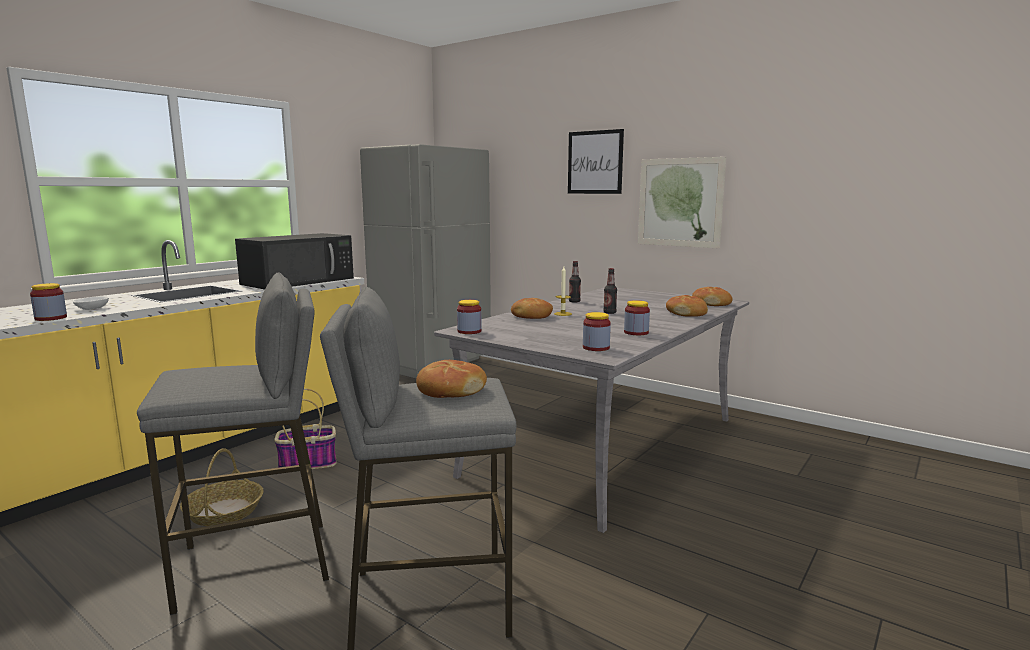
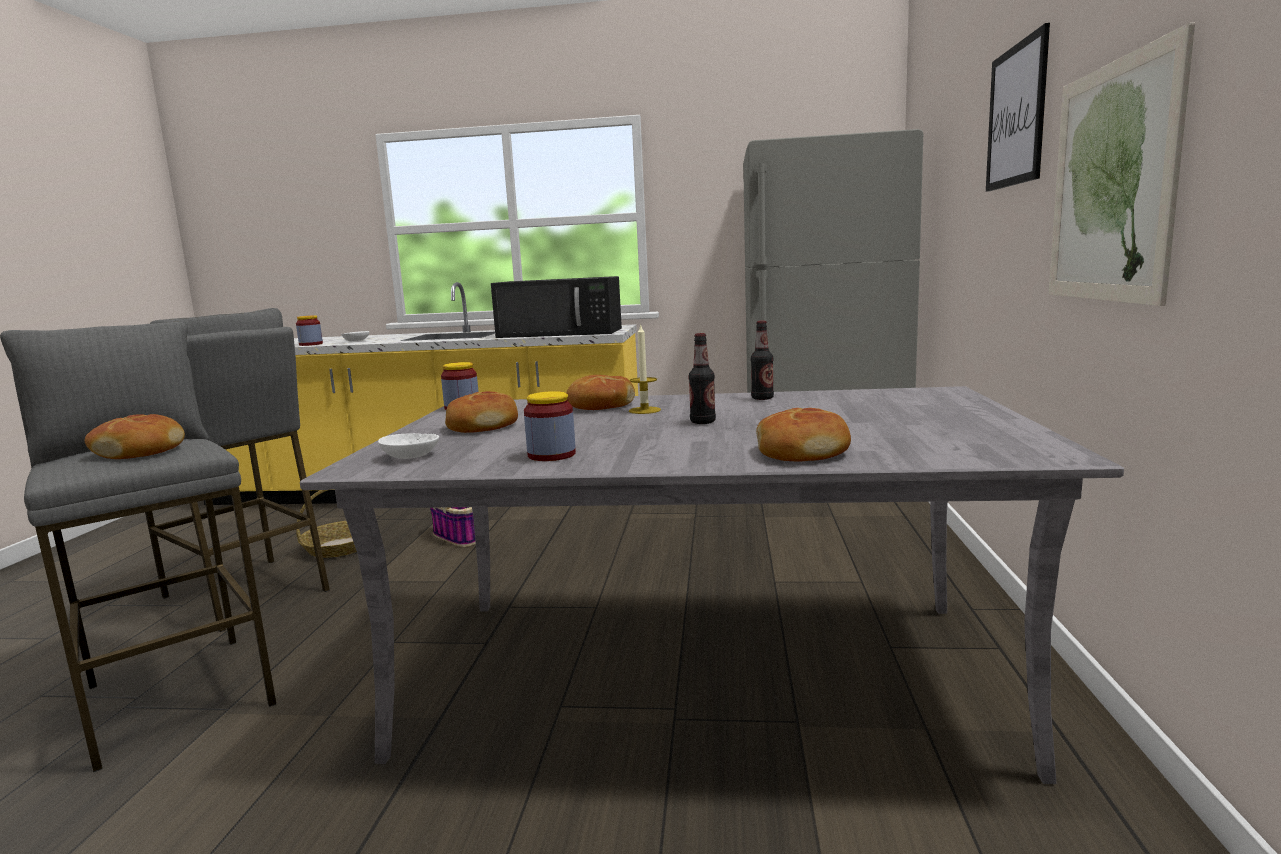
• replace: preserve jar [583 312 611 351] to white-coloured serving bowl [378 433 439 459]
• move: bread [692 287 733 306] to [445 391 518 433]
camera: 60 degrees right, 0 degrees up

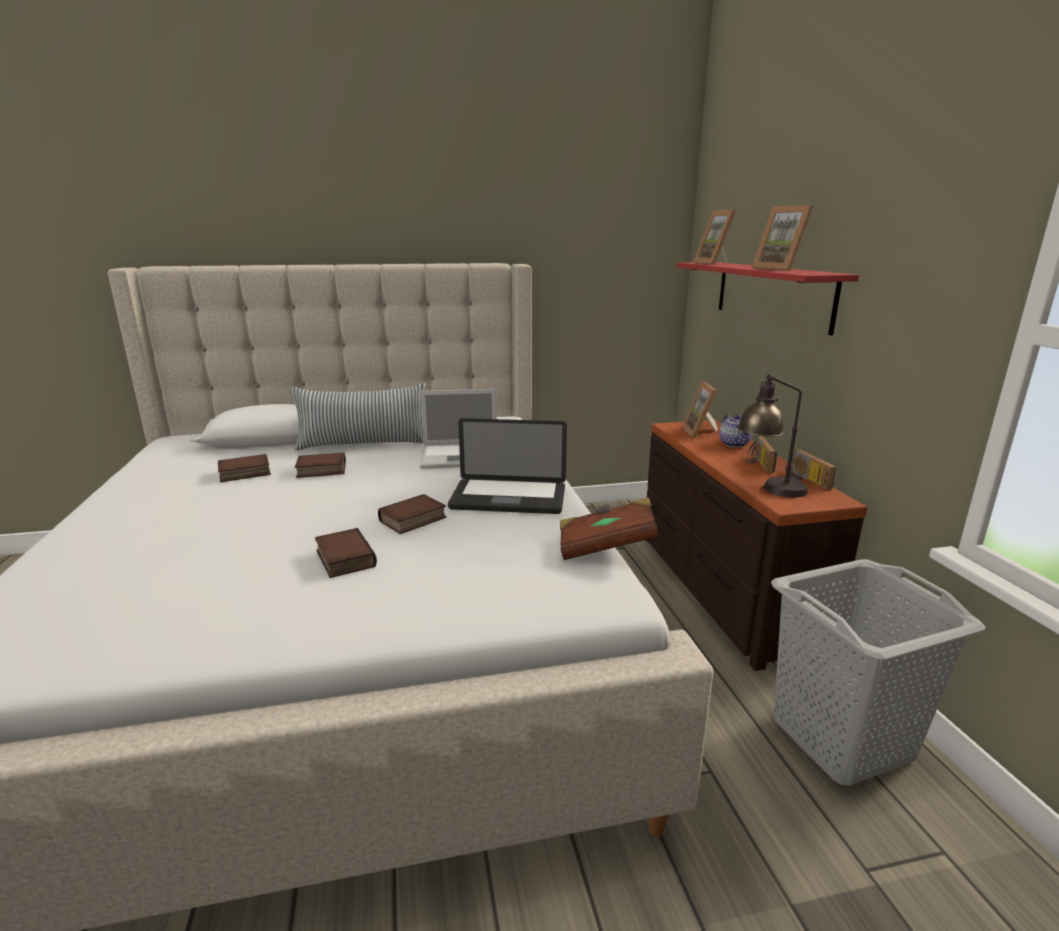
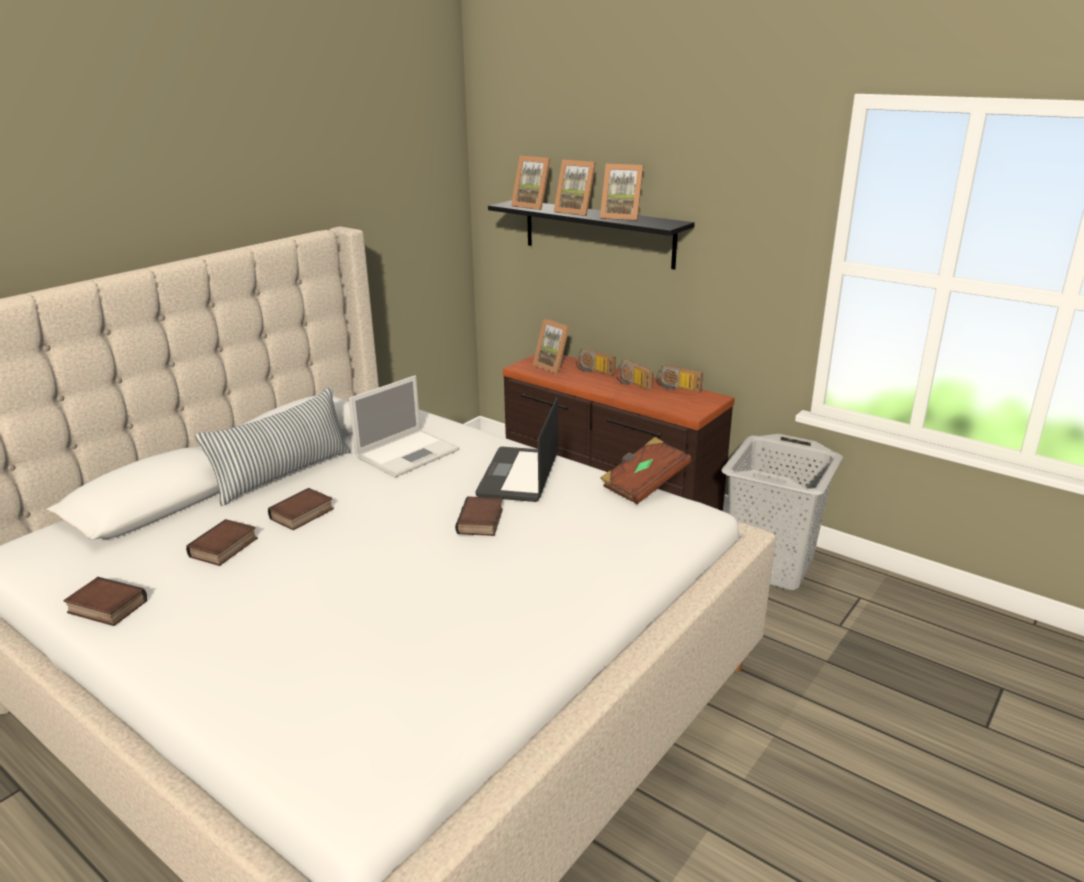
• move: book [315 528 377 578] to [63 577 147 626]
• rotate: portable computer [448 418 567 514] = [476 397 558 502] 135 degrees clockwise
• recolor: red-coloured wall shelf [676 262 859 335] to black wall shelf [488 200 695 270]
• replace: tea pot [719 415 752 447] to radio [576 348 616 375]
• delete: tabletop lamp [738 374 808 498]
• insert: picture frame [554 160 596 216]
camera: 40 degrees left, 5 degrees up

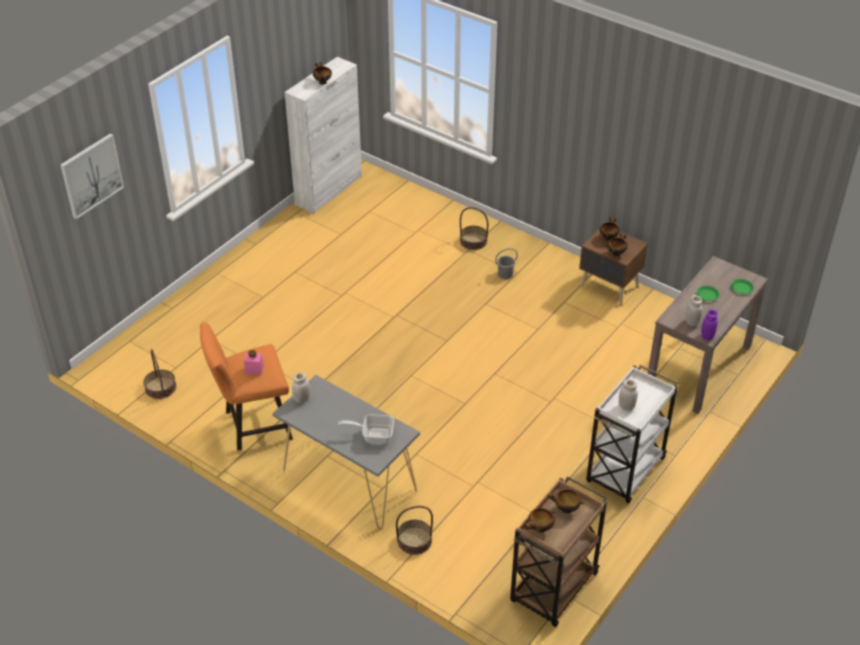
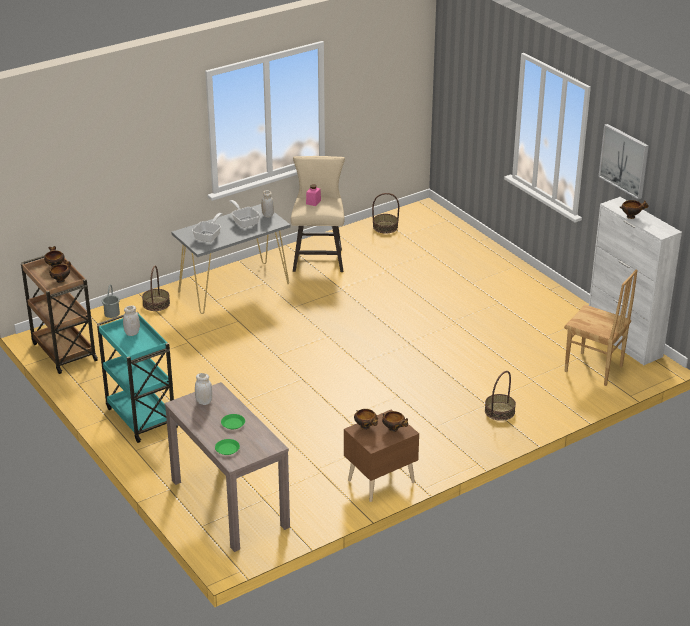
• move: wall picture [60 134 124 219] to [599 124 649 200]
• recolor: orange-coloured sitting stool [200 322 293 451] to beige sitting stool [291 156 345 272]
• move: greyish pail [495 248 518 279] to [102 285 120 318]
• recolor: white-coloured trolley [586 365 678 503] to turquoise-coloured trolley [97 312 178 443]
• delete: purple-coloured preserve jar [701 309 718 340]
• insert: skillet [229 200 260 228]
• insert: brownish chair [564 270 638 386]
camera: 110 degrees right, 10 degrees down

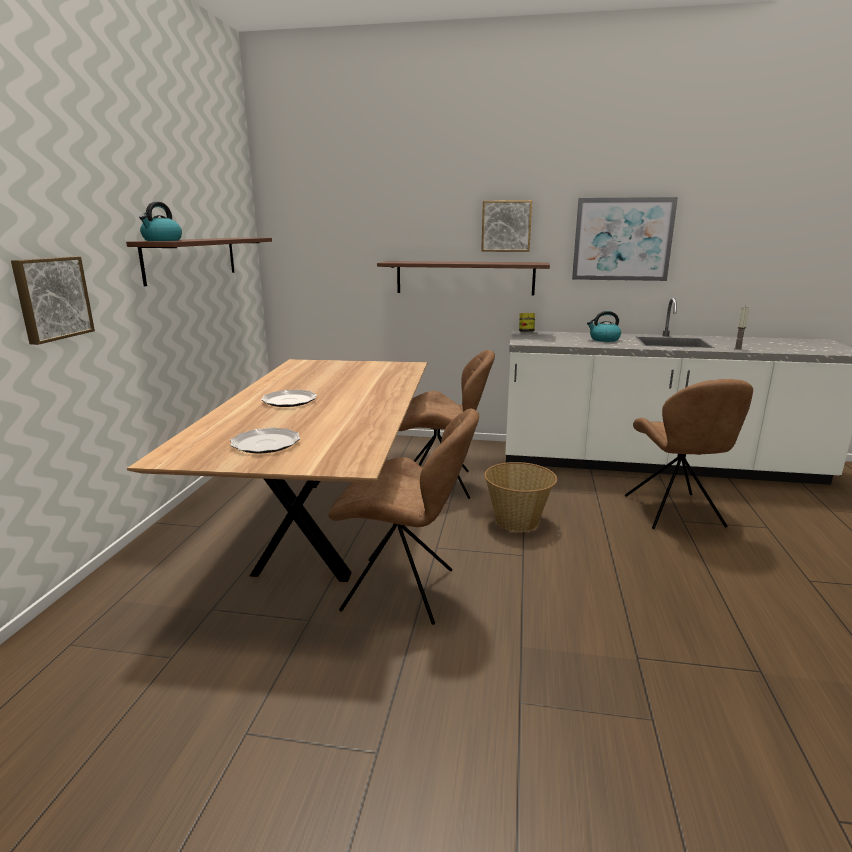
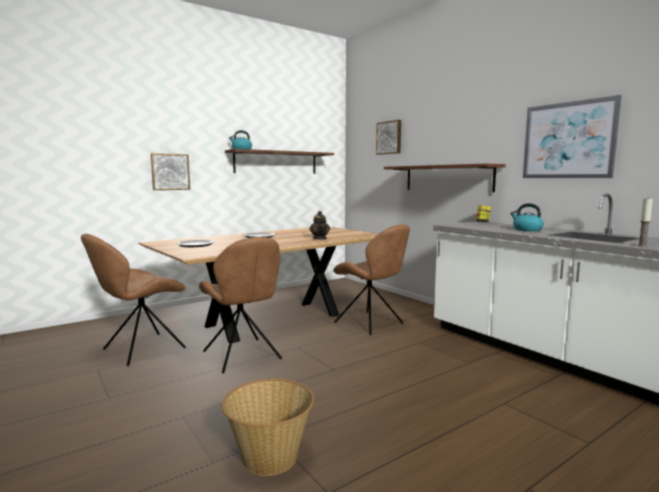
• move: wall picture [481 200 532 252] to [376 120 401 155]
• move: household basket [484 462 557 532] to [222 379 314 476]
• move: brownish chair [625 379 753 529] to [81 234 186 366]
• insert: tea pot [310 211 330 239]
camera: 45 degrees right, 10 degrees down

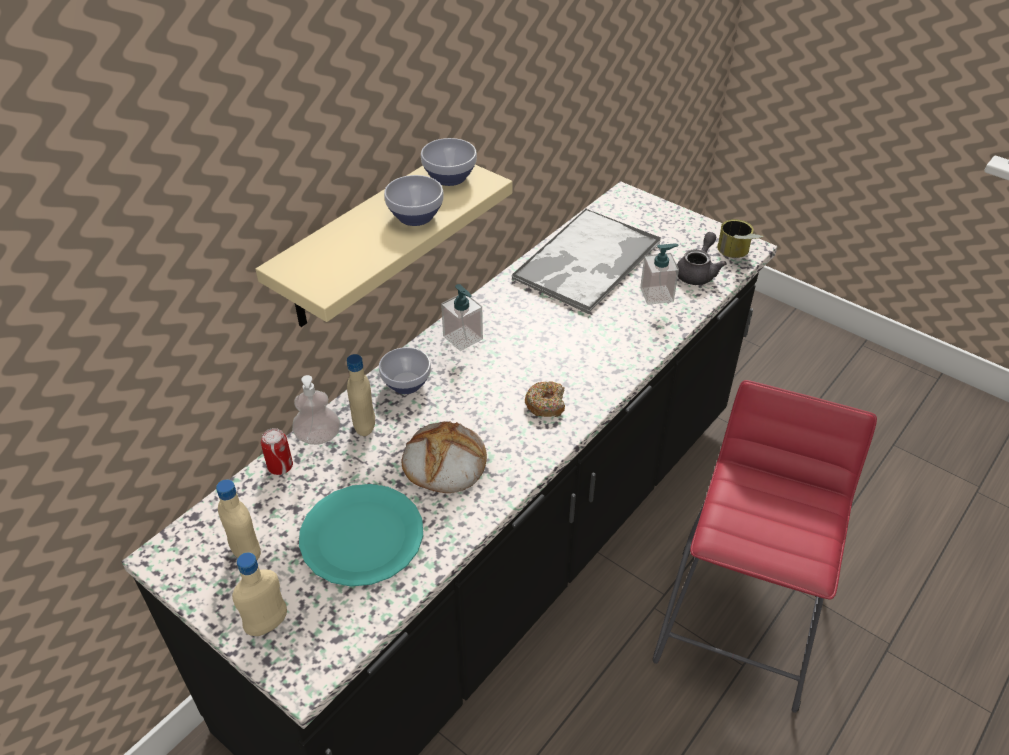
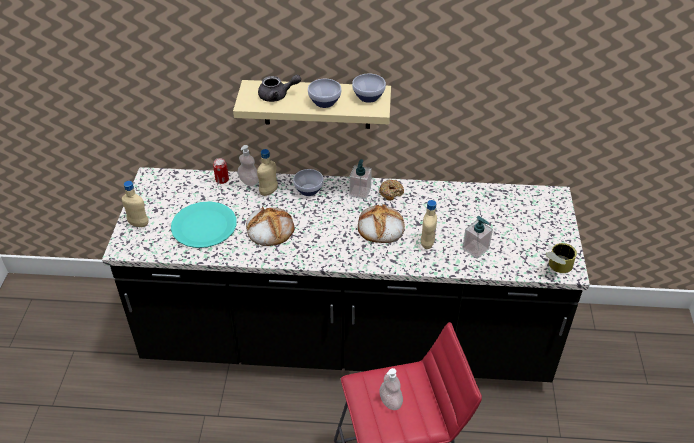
• move: beige beverage bottle [216 479 261 560] to [421 200 437 249]
• delete: carrying tray [511 208 661 314]
• move: ring doughnut [525 381 565 417] to [379 180 404 201]
• move: greyish tea pot [677 232 727 285] to [258 74 301 102]
• insert: bread [358 205 405 243]
• insert: soap dispenser [379 368 403 410]
camera: 55 degrees right, 0 degrees up

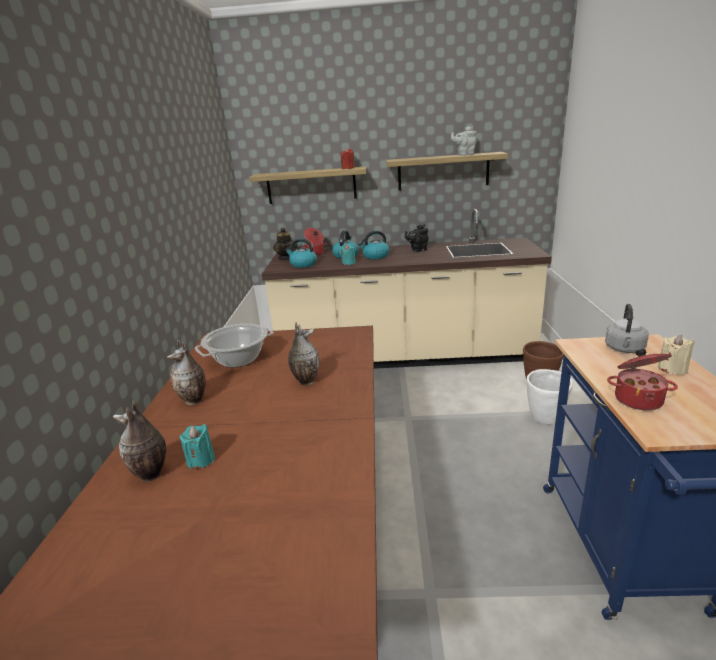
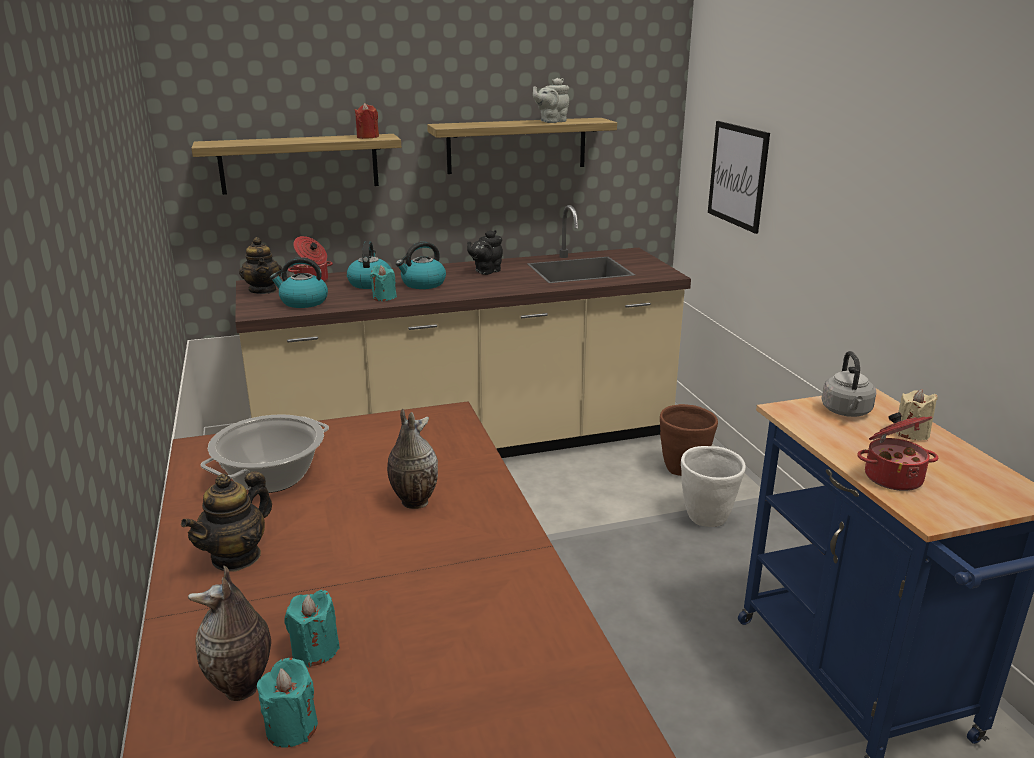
• replace: flower vase [167 340 206 405] to tea pot [181 471 272 572]
• insert: turquoise-coloured candle [257 658 318 748]
• insert: wall picture [708 121 770 234]
camera: 20 degrees left, 0 degrees up

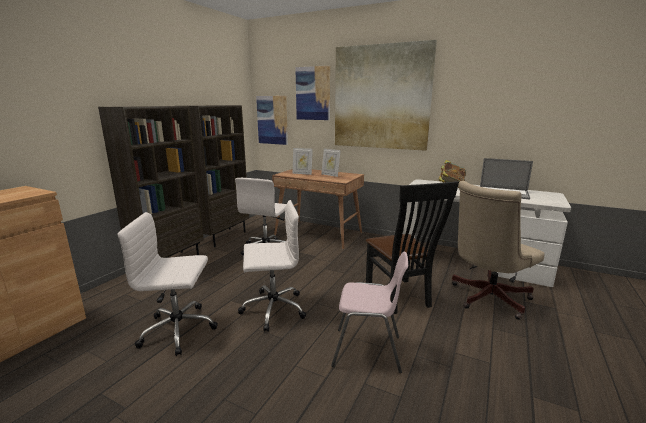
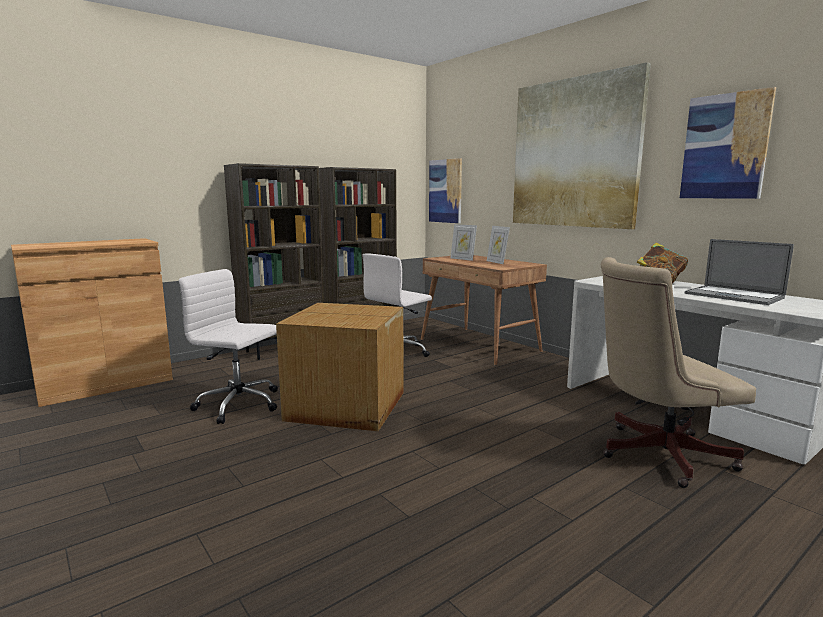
• replace: white-coloured computer chair [238 200 306 332] to packing box [276 303 404 431]
• move: wall picture [295 66 330 120] to [680 87 776 199]
• delete: pinkish chair [331 251 408 373]
• delete: black chair [366 181 459 314]
camera: 25 degrees right, 5 degrees down

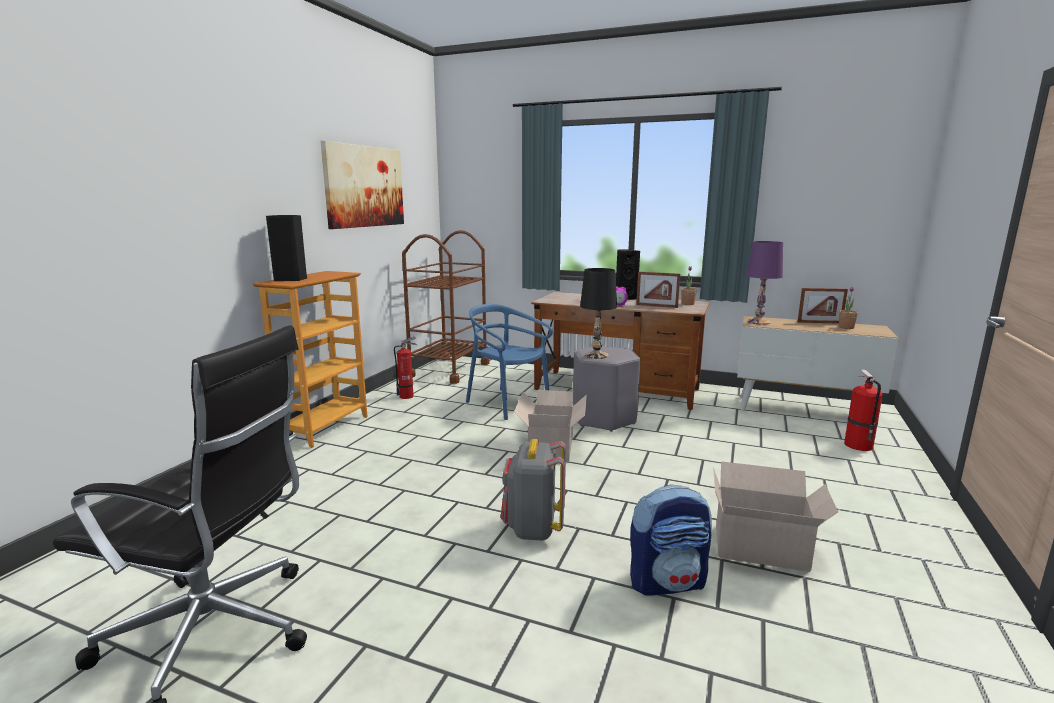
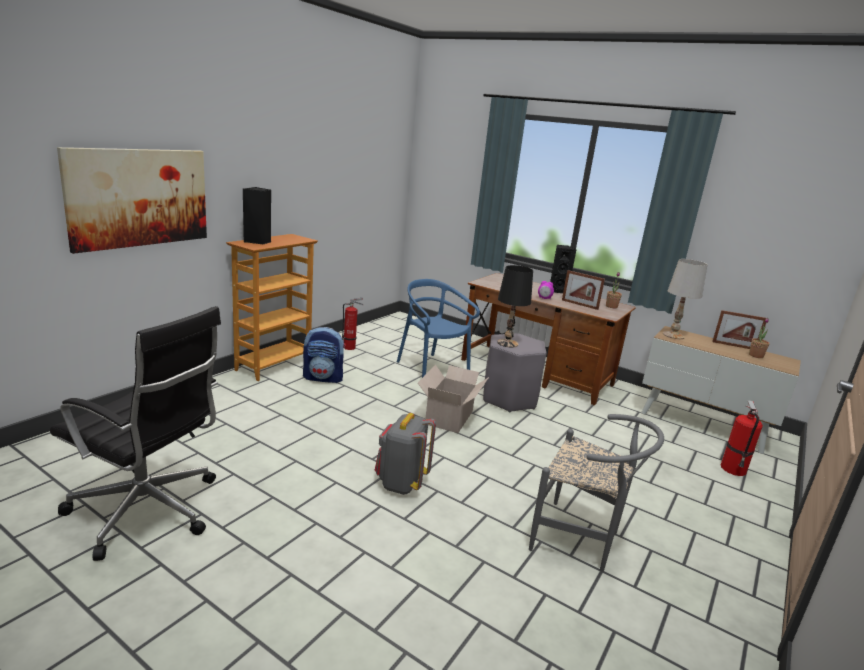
• move: wall picture [321 141 404 229] to [57 147 207 254]
• delete: brownish trolley [402 230 490 384]
• move: knapsack [630 485 712 596] to [303 327 346 383]
• replace: packing box [713 461 838 572] to greyish chair [529 414 664 571]
• recolor: purple-coloured tabletop lamp [746 241 783 325] to white-coloured tabletop lamp [663 259 708 339]
camera: 10 degrees right, 5 degrees up

